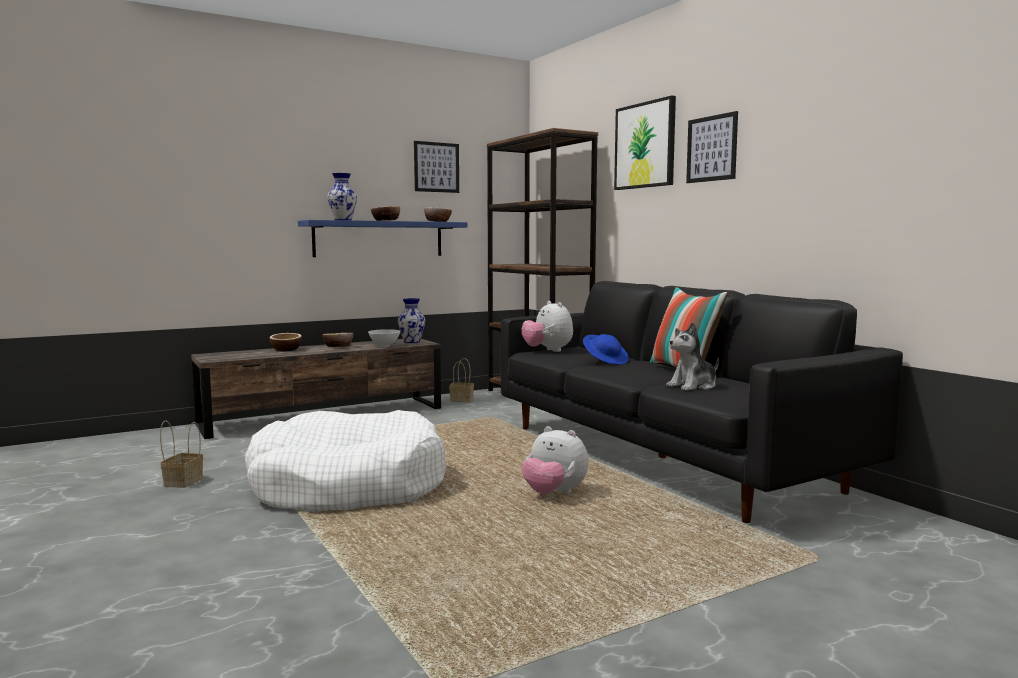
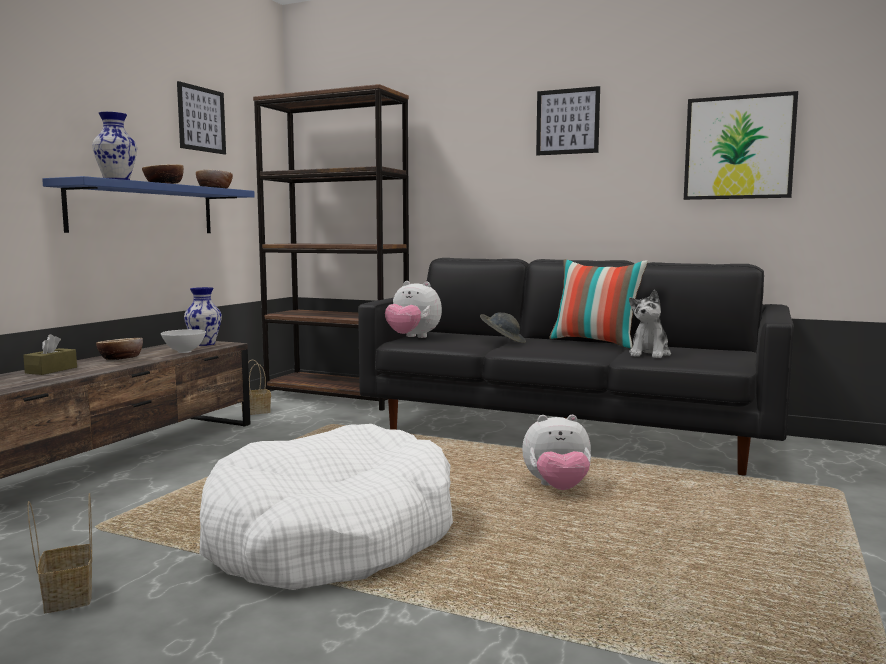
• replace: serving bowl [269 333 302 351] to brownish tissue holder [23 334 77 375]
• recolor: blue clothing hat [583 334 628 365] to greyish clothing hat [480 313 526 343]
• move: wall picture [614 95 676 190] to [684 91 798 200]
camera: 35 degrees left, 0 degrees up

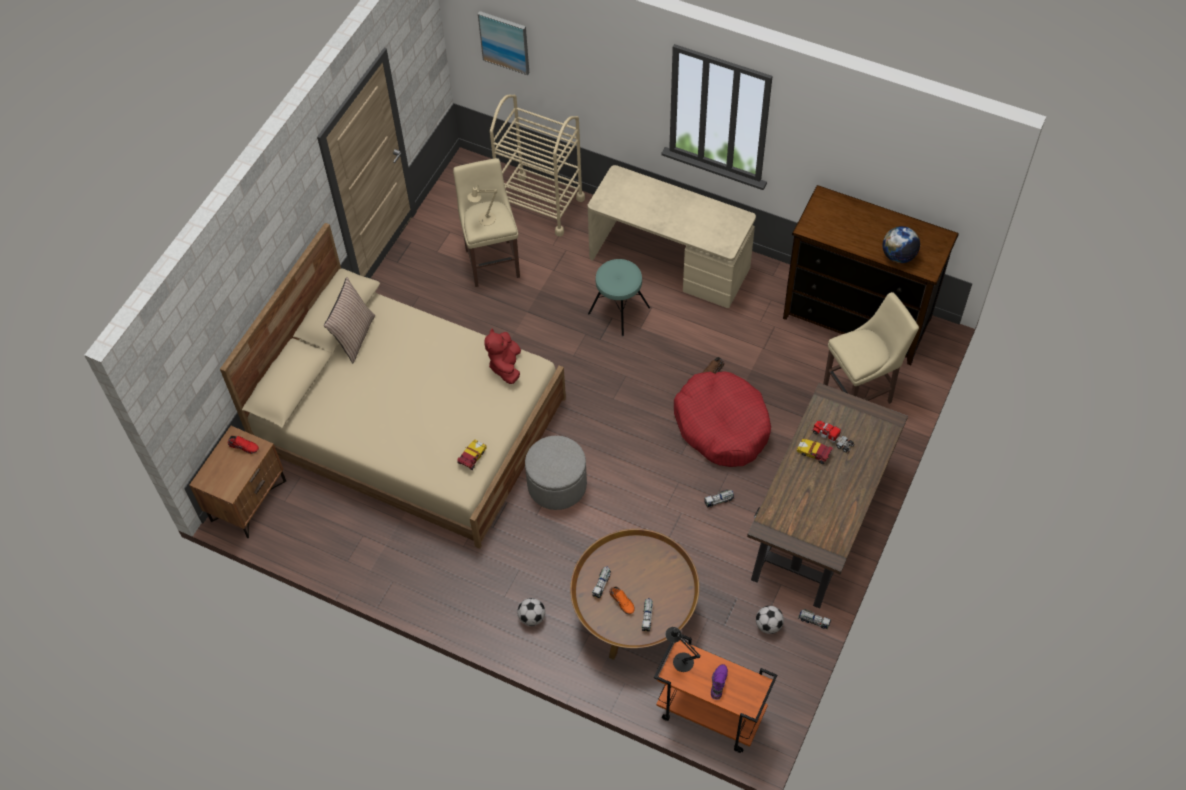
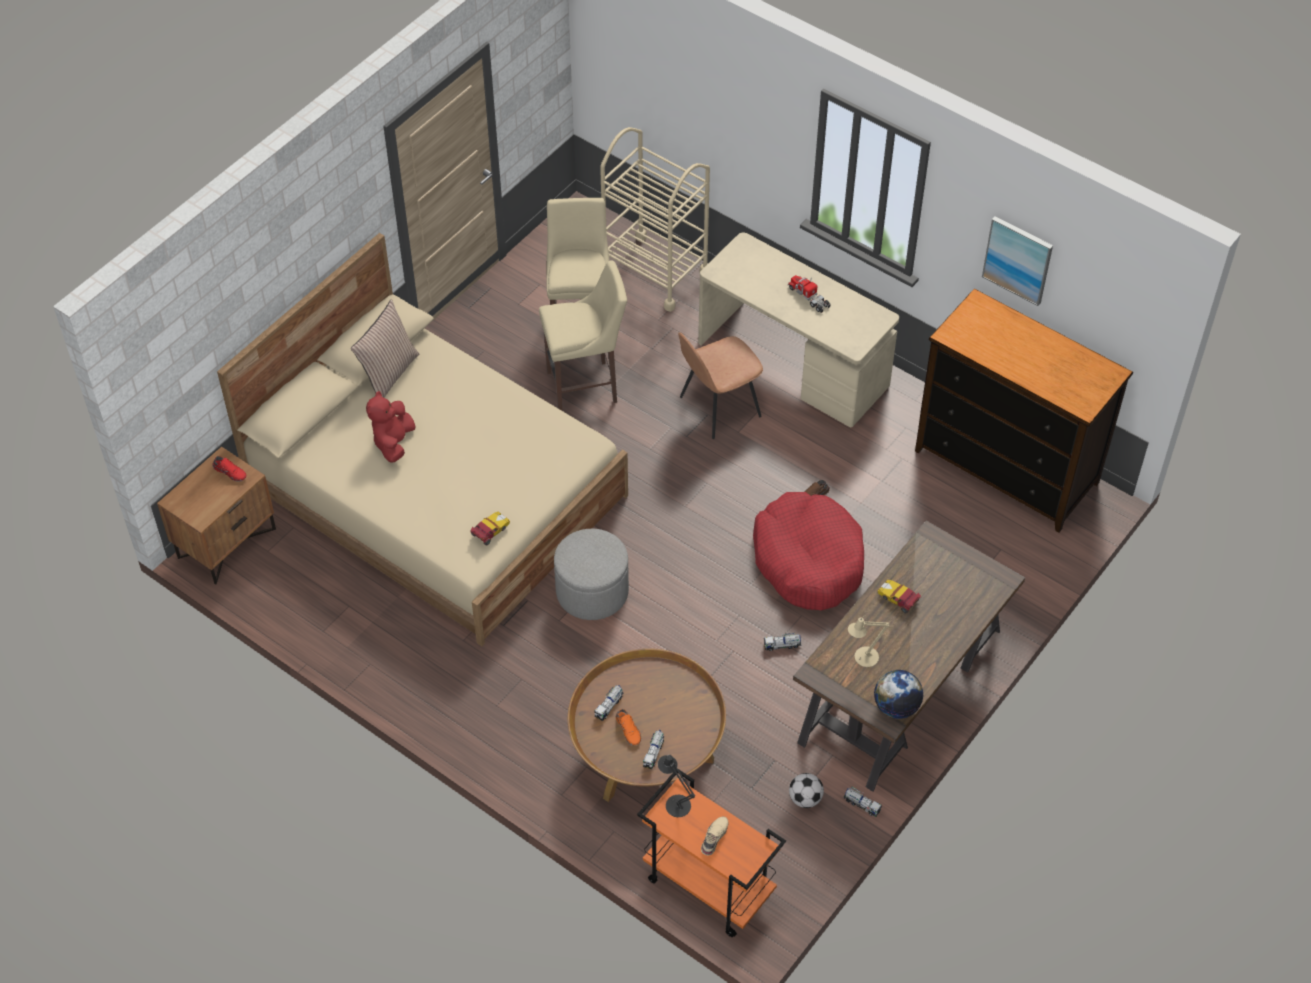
• move: beige tabletop lamp [467 186 498 226] to [848 616 890 667]
• move: wall picture [478 11 529 75] to [982 216 1053 306]
• move: red-coloured soft toy [484 329 521 384] to [366 391 416 462]
• delete: ball for football [517 598 545 626]
• replace: turquoise-coloured sitting stool [588 259 650 336] to brownish chair [678 332 763 439]
• recolor: purple-coloured low shoe [711 664 728 700] to beige low shoe [701 816 729 855]
• move: toy lorry [812 420 855 453] to [788 275 831 314]
• move: beige sitting stool [823 292 919 404] to [539 260 627 411]
• move: desk globe [882 226 920 263] to [874 670 923 719]
camera: 10 degrees right, 5 degrees down

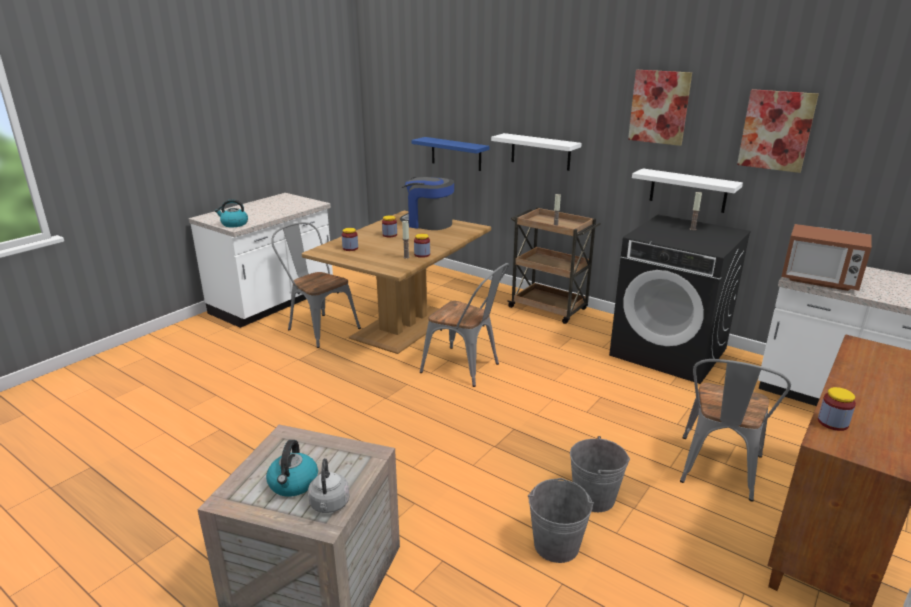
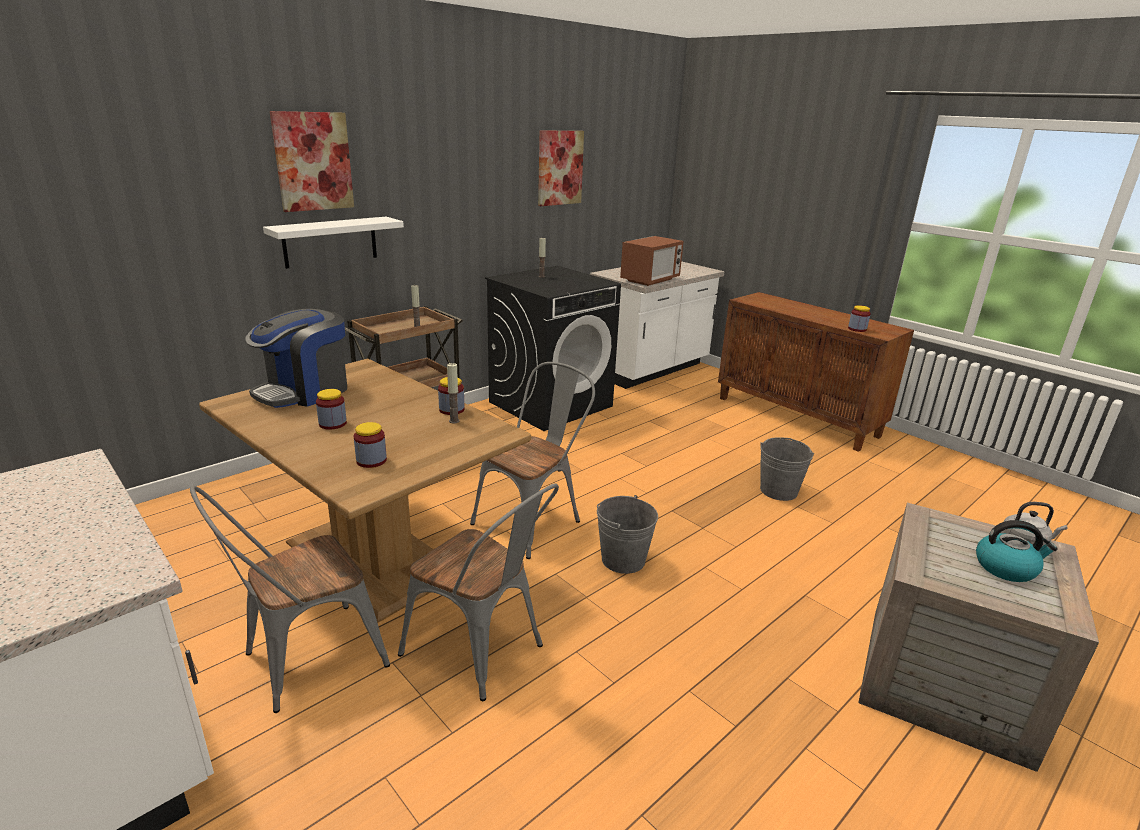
• delete: water kettle [215 199 248 227]
• delete: blue wall shelf [411 137 490 171]
• move: greyish pail [528 478 594 563] to [597 495 658 574]
• move: wall picture [628 70 692 146] to [270 111 354 212]
• delete: white-coloured wall shelf [632 168 743 213]
• move: greyish chair [680 359 791 502] to [398 483 559 701]
camera: 80 degrees left, 0 degrees up

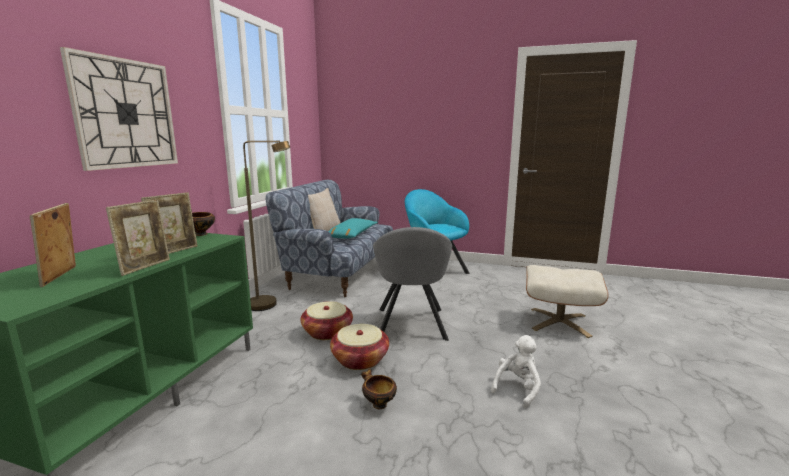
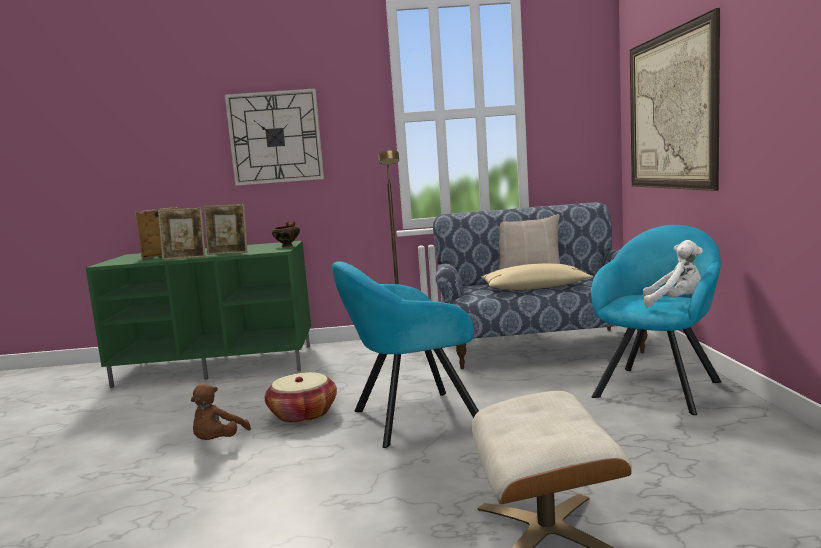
• delete: household basket [301 301 353 340]
• recolor: turquoise-coloured cushion [328 218 378 239] to beige cushion [481 263 593 290]
• replace: serving bowl [361 368 397 409] to brownish soft toy [191 384 251 440]
• recolor: greyish easy chair [373 227 452 341] to turquoise-coloured easy chair [332 262 479 448]
• move: white-coloured soft toy [491 335 541 408] to [643 240 703 307]
• insert: wall picture [630 8 720 191]
camera: 70 degrees right, 5 degrees down

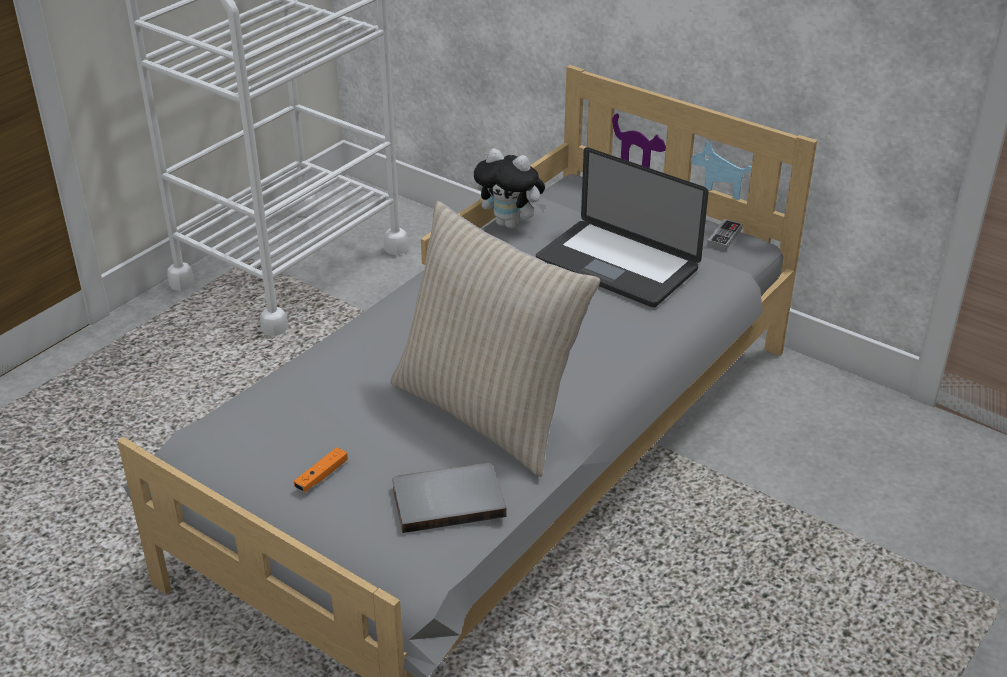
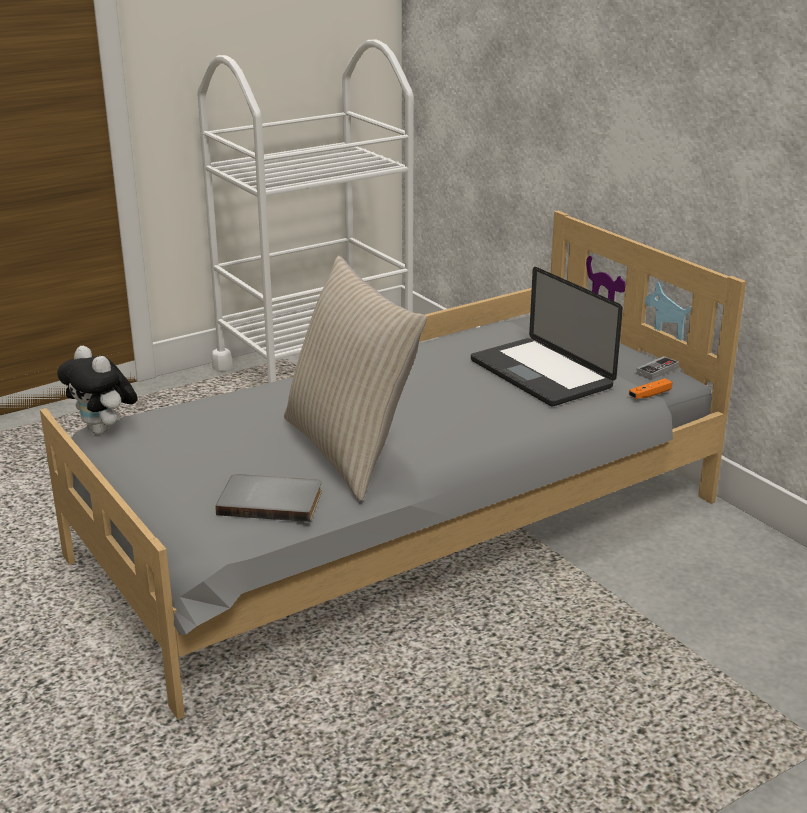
• move: orange-coloured game controller [294 447 348 492] to [629 378 672 399]
• move: soft toy [474 148 546 229] to [57 346 138 435]
camera: 20 degrees right, 10 degrees down

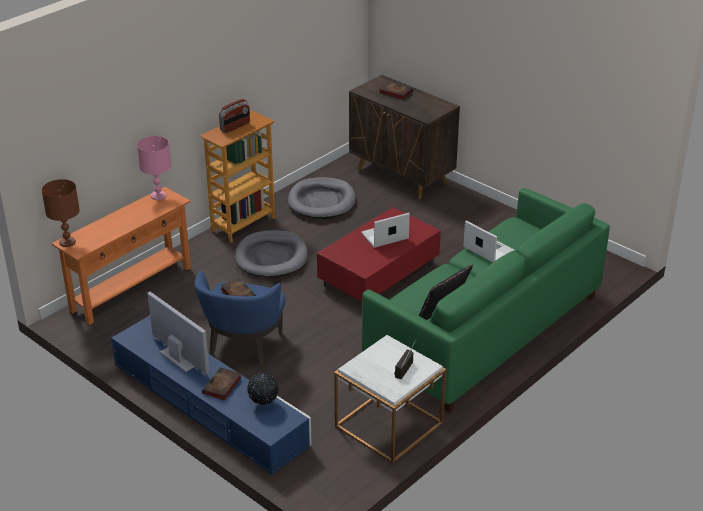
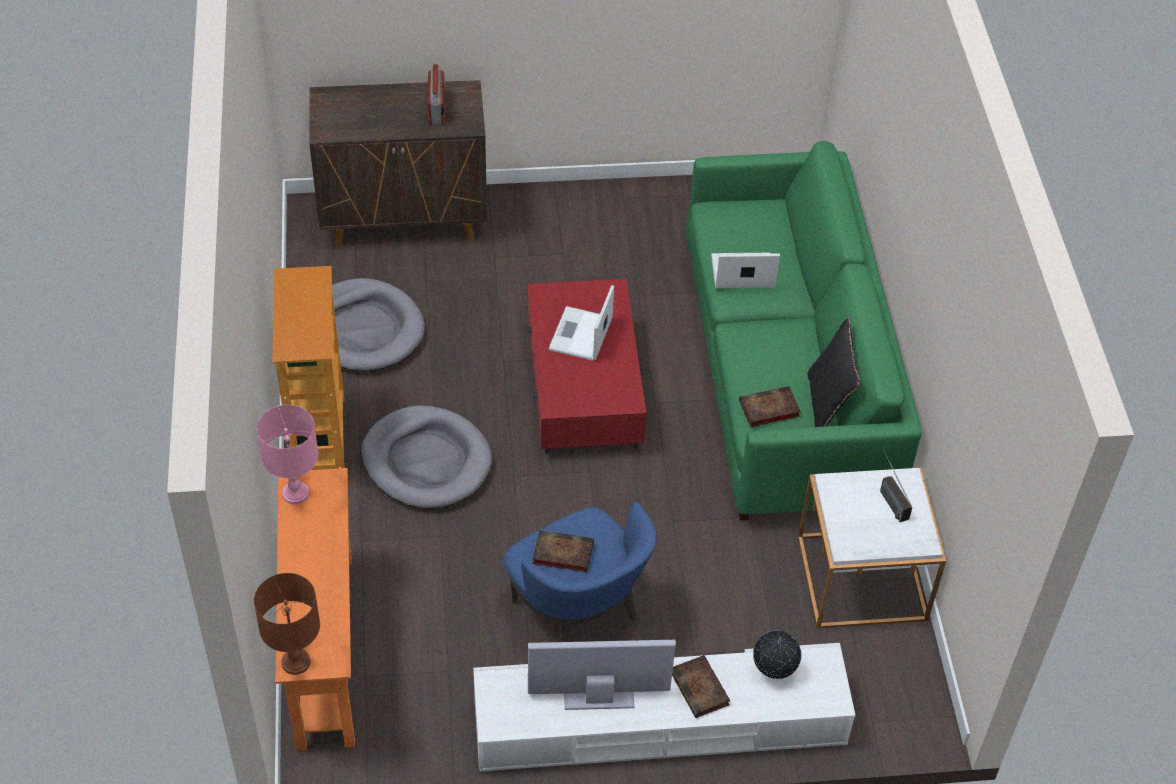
• recolor: blue tv stand [111 316 312 474] to white-coloured tv stand [473 643 855 772]
• move: radio [219 99 250 133] to [428 64 445 125]
• move: book [379 82 413 100] to [739 386 801 427]
camera: 50 degrees left, 15 degrees up

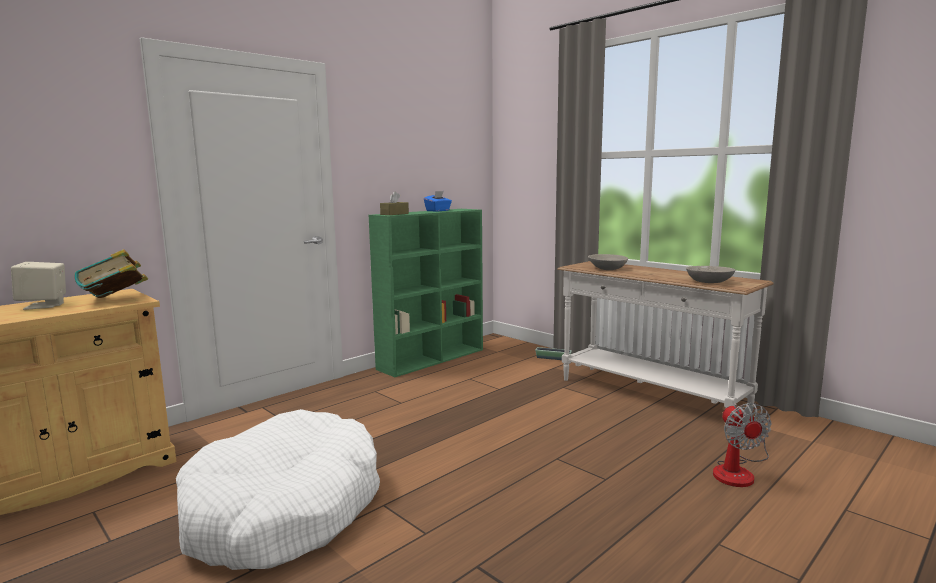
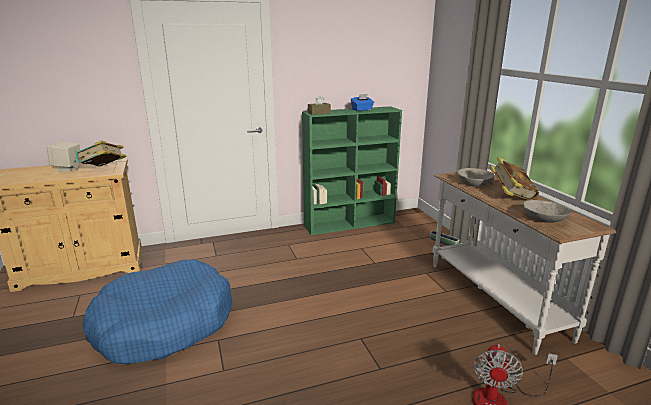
• recolor: white-coloured pet bed [176 409 380 570] to blue pet bed [83 259 233 364]
• insert: book [489 157 539 200]
camera: 25 degrees right, 10 degrees up

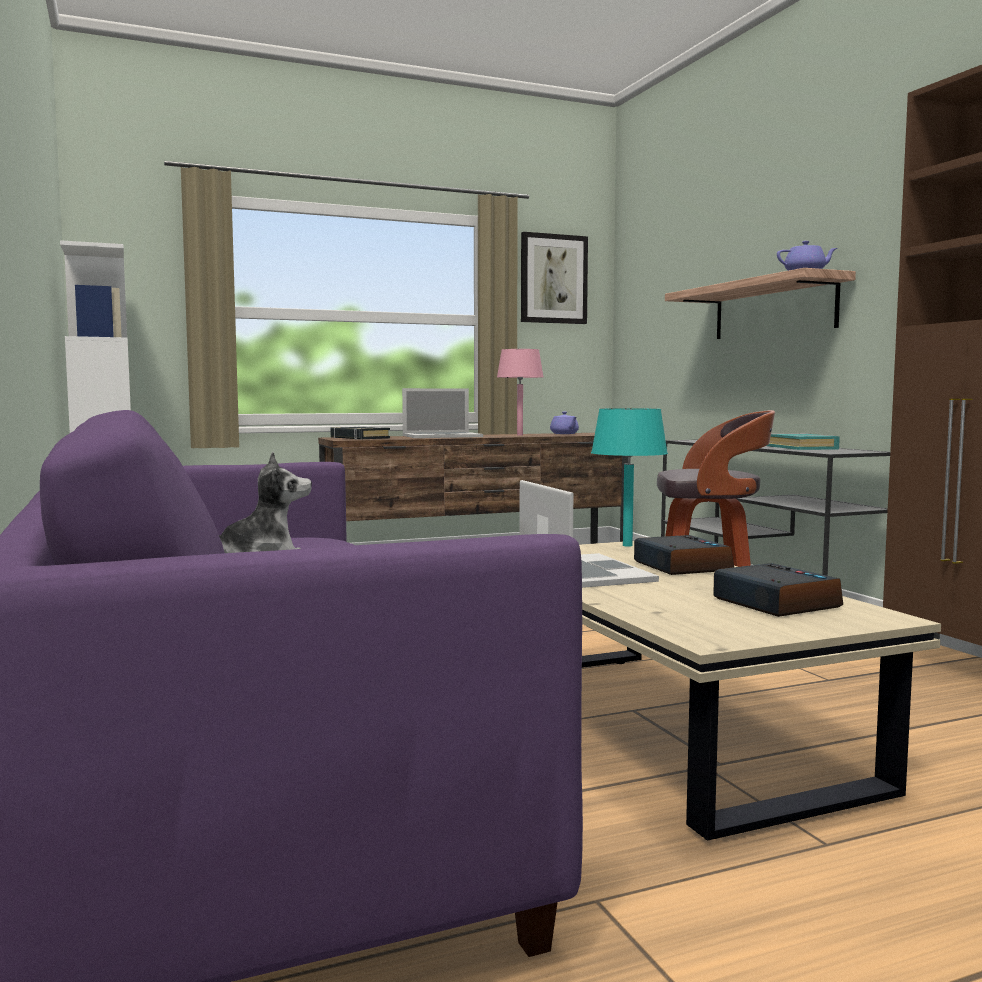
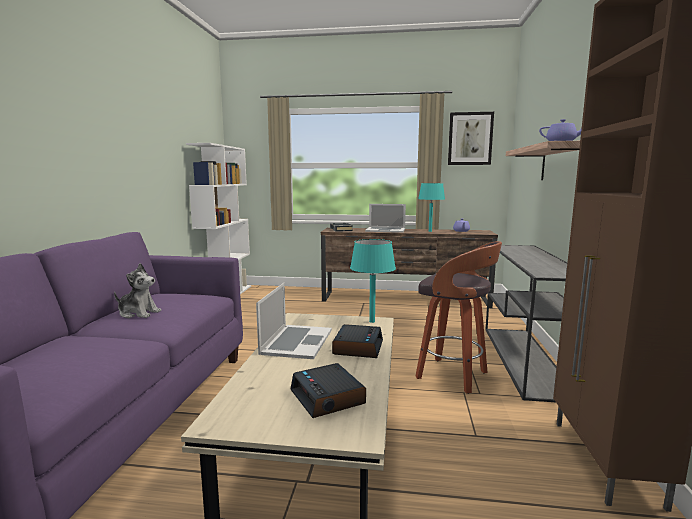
• recolor: pinkish tabletop lamp [497 349 543 436] to turquoise-coloured tabletop lamp [418 183 445 232]
• rotate: alarm clock [713 563 843 617] = [290 363 366 418] 150 degrees clockwise
• delete: turquoise-coloured book [766 433 840 450]
camera: 30 degrees right, 5 degrees up

